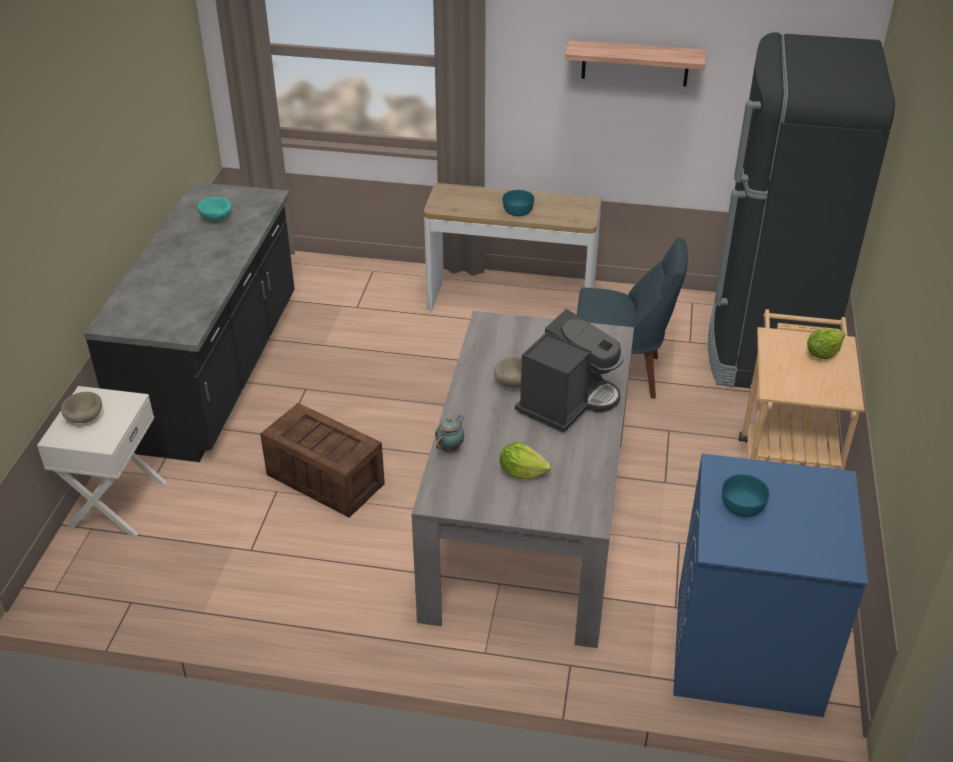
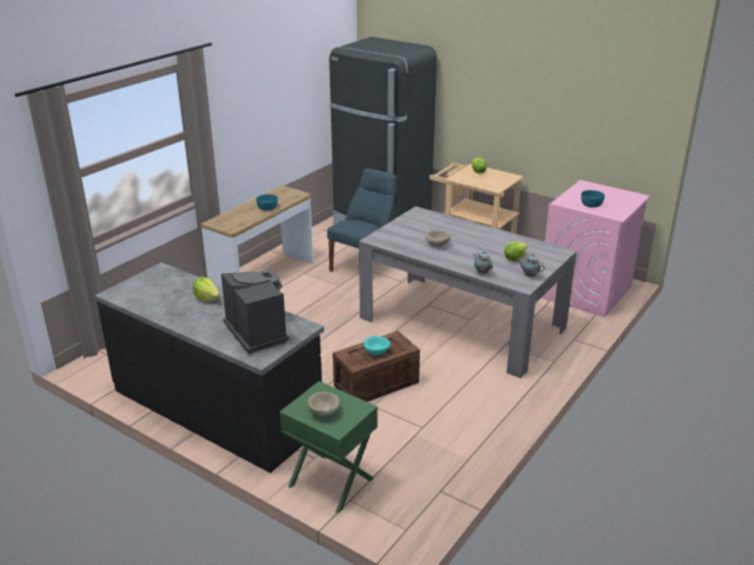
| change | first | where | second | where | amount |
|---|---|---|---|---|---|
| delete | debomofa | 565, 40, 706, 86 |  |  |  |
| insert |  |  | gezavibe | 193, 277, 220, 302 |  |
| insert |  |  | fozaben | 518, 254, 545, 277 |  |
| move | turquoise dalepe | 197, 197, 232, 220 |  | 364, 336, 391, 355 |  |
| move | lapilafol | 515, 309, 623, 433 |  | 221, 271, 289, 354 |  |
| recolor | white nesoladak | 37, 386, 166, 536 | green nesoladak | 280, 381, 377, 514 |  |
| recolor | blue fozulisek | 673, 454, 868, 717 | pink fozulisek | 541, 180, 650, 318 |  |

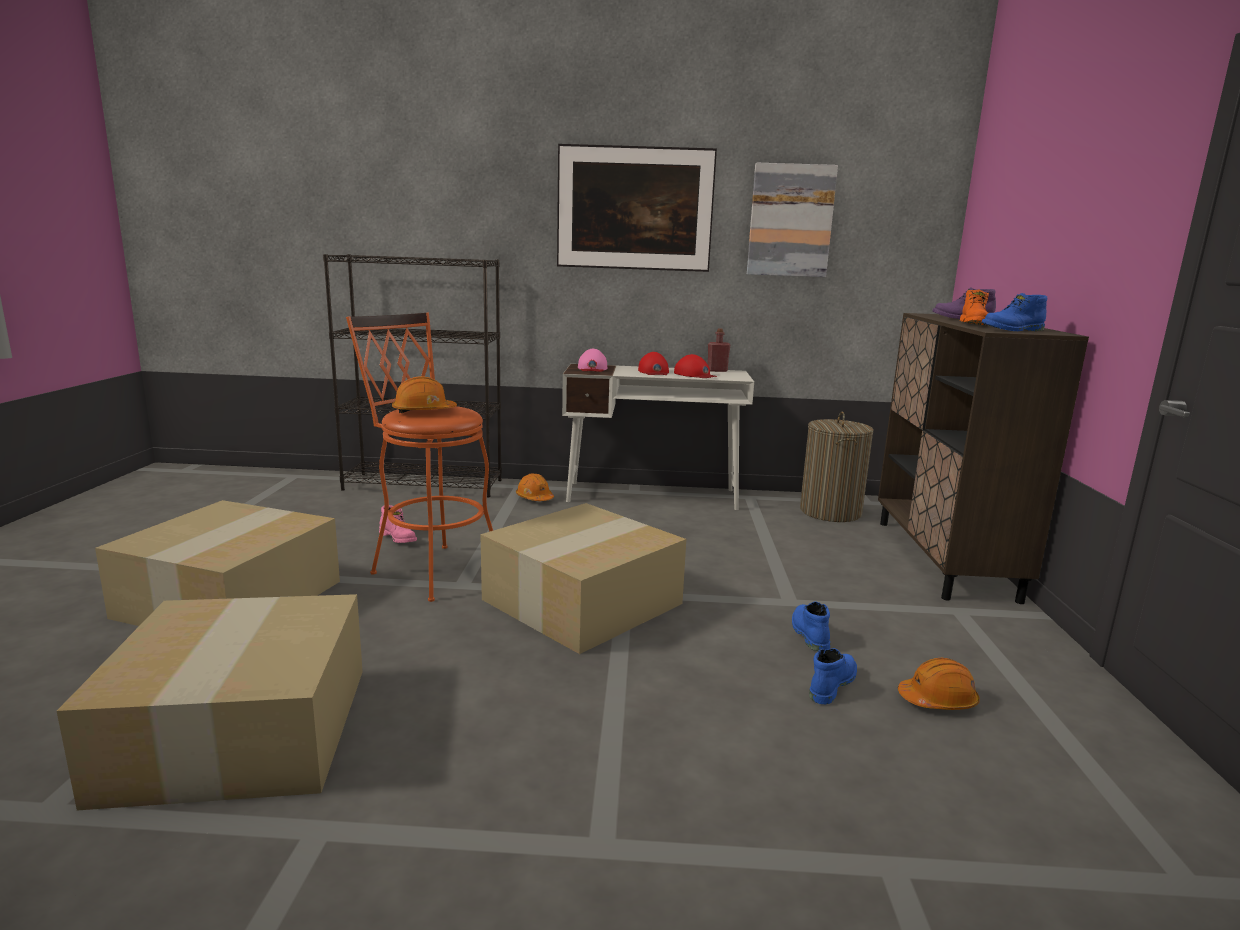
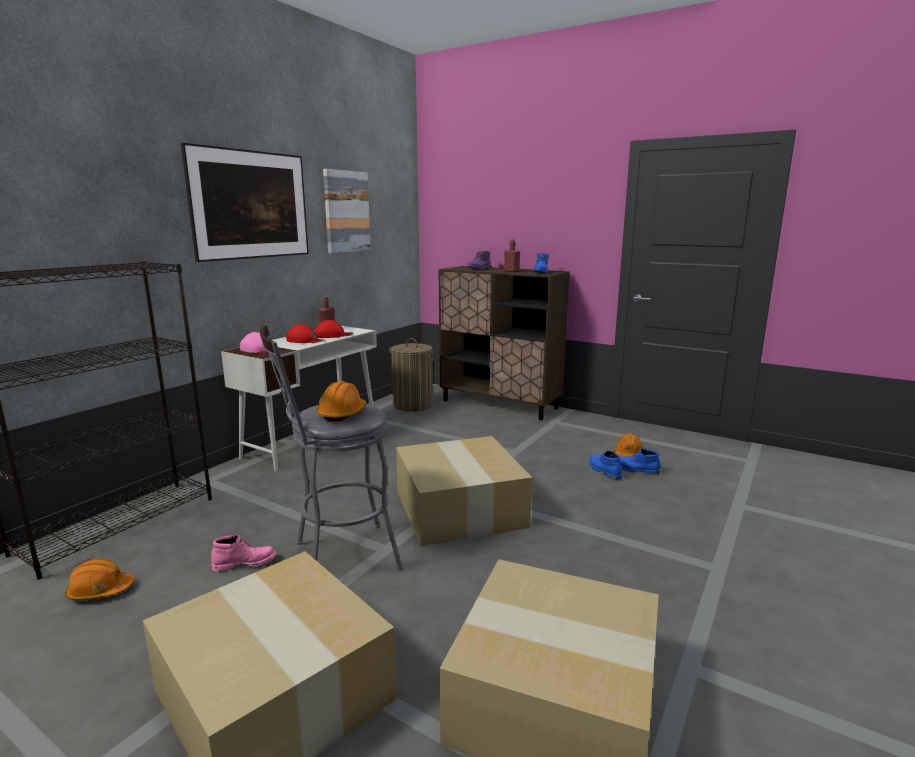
| change | first | where | second | where | amount |
|---|---|---|---|---|---|
| move | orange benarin | 516, 473, 554, 501 |  | 65, 559, 134, 600 |  |
| move | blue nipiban | 792, 601, 830, 651 |  | 620, 448, 660, 475 |  |
| replace | orange nipiban | 960, 290, 989, 326 | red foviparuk | 504, 240, 520, 272 |  |
| recolor | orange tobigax | 346, 312, 493, 602 | grey tobigax | 260, 324, 403, 571 |  |

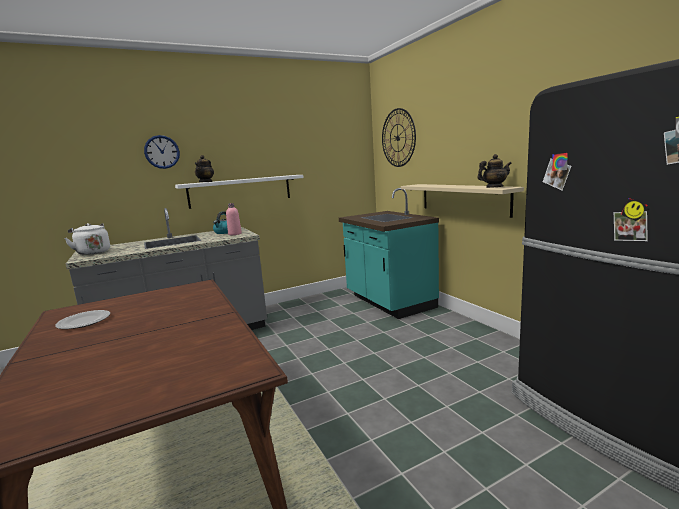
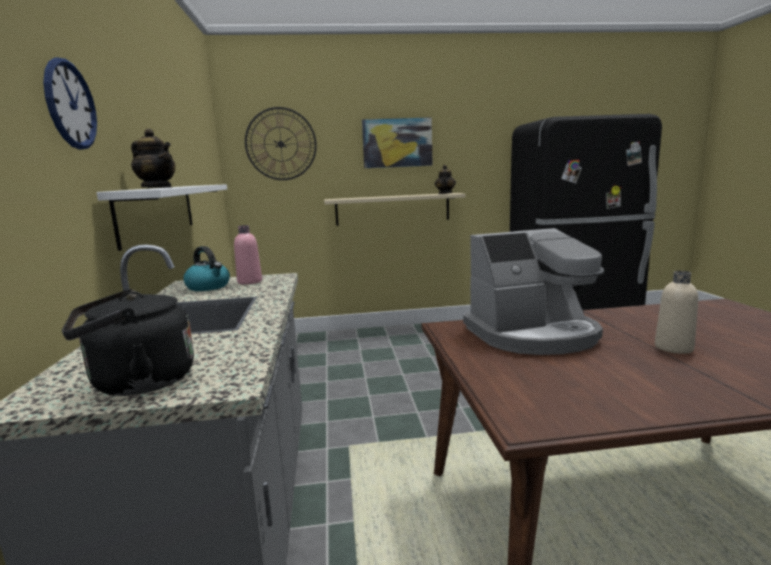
| change | first | where | second | where | amount |
|---|---|---|---|---|---|
| delete | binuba | 55, 310, 110, 329 |  |  |  |
| delete | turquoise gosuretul | 339, 188, 439, 319 |  |  |  |
| insert |  |  | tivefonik | 362, 117, 432, 168 |  |
| insert |  |  | lapilafol | 463, 228, 604, 355 |  |
| insert |  |  | beige foviparuk | 655, 271, 698, 354 |  |
| recolor | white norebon | 64, 223, 110, 255 | black norebon | 62, 289, 194, 396 |  |

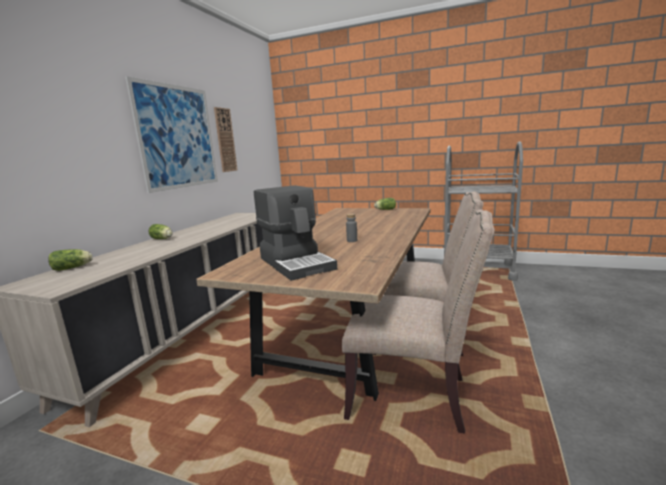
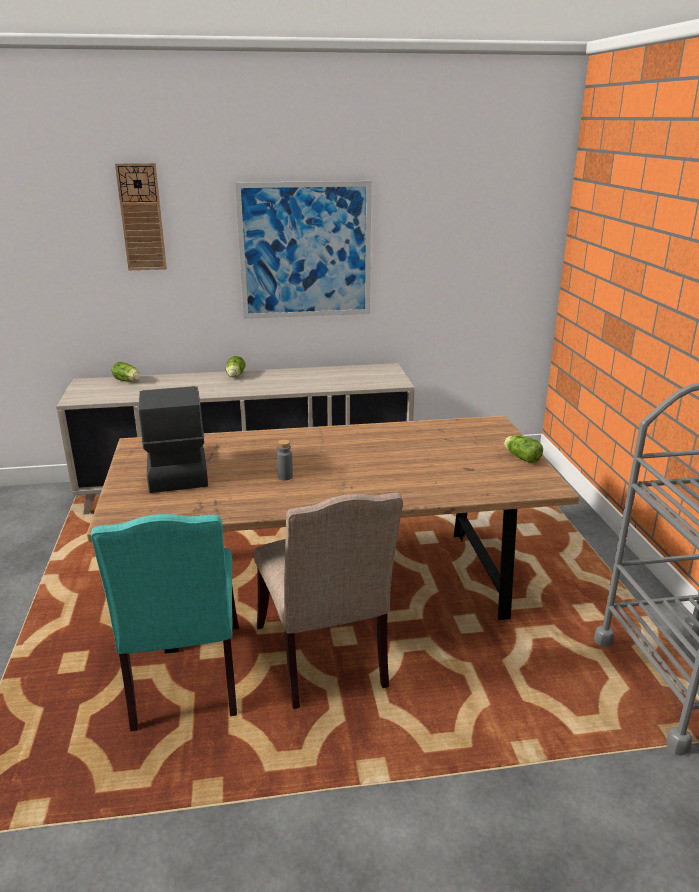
| change | first | where | second | where | amount |
|---|---|---|---|---|---|
| move | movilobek | 214, 107, 238, 172 |  | 115, 163, 167, 270 |  |
| recolor | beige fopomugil | 342, 209, 495, 434 | turquoise fopomugil | 91, 514, 239, 732 |  |
| rotate | lapilafol | 254, 185, 337, 281 |  | 138, 386, 208, 493 | 135 degrees clockwise |

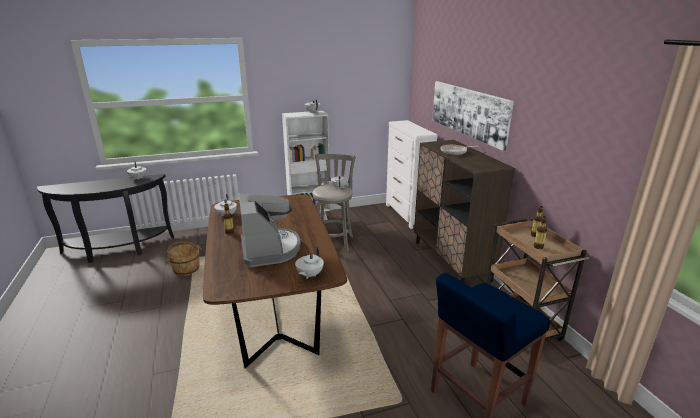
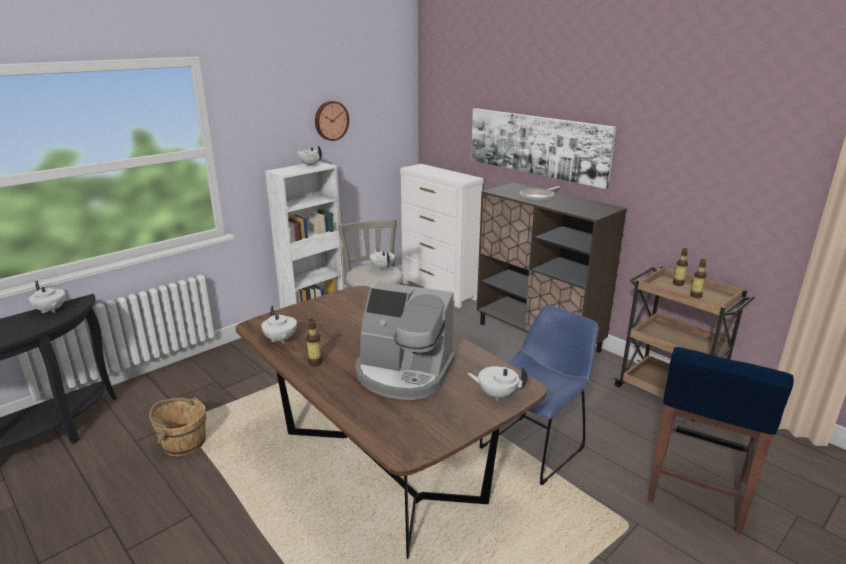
| change | first | where | second | where | amount |
|---|---|---|---|---|---|
| insert |  |  | movilobek | 315, 101, 349, 141 |  |
| insert |  |  | blue fopomugil | 479, 305, 599, 485 |  |
| rotate | lapilafol | 239, 193, 301, 267 |  | 355, 282, 455, 400 | 150 degrees clockwise |
| rotate | white fozaben | 295, 247, 324, 279 |  | 467, 366, 528, 400 | 105 degrees clockwise |

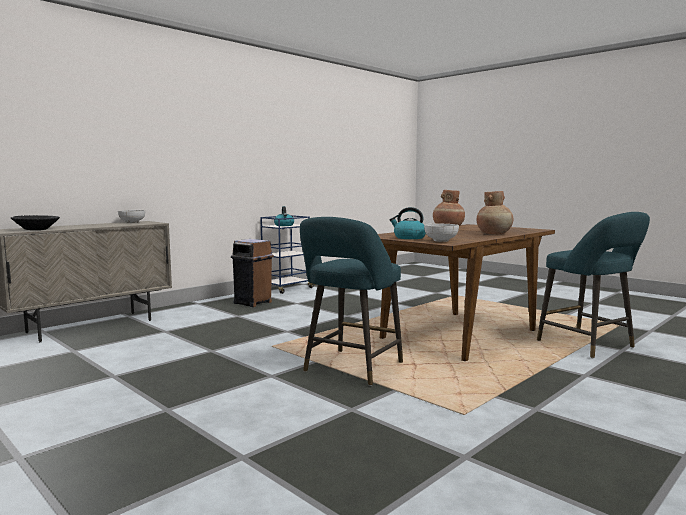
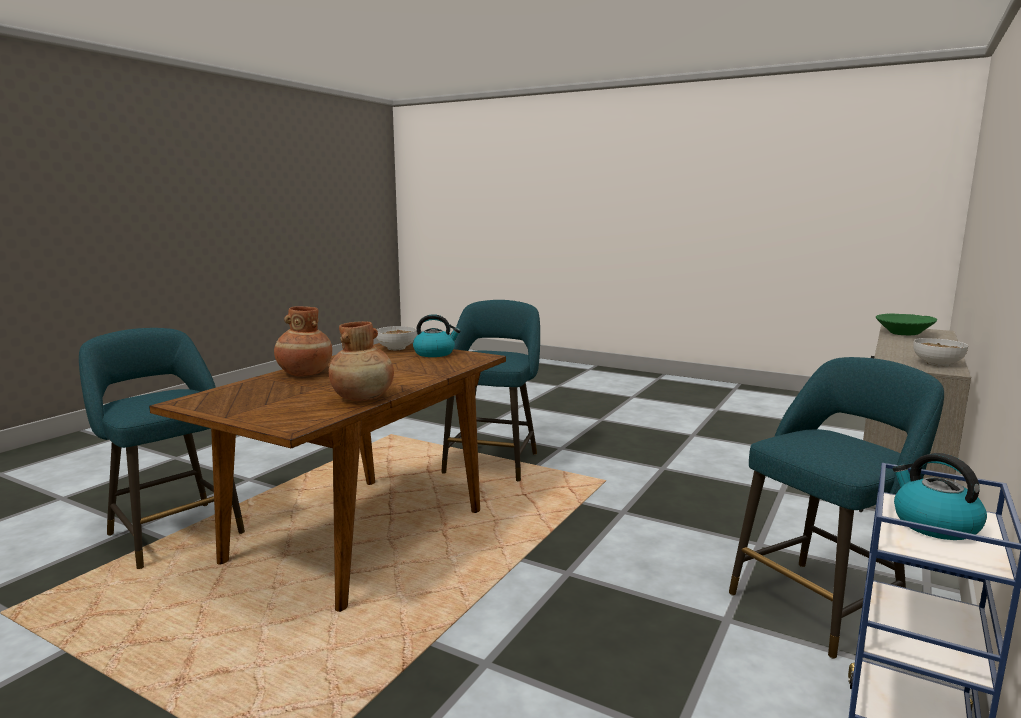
| change | first | where | second | where | amount |
|---|---|---|---|---|---|
| replace | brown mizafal | 231, 239, 274, 307 | turquoise tobigax | 729, 357, 944, 659 |  |
| recolor | black dalepe | 11, 215, 60, 230 | green dalepe | 876, 314, 937, 335 |  |

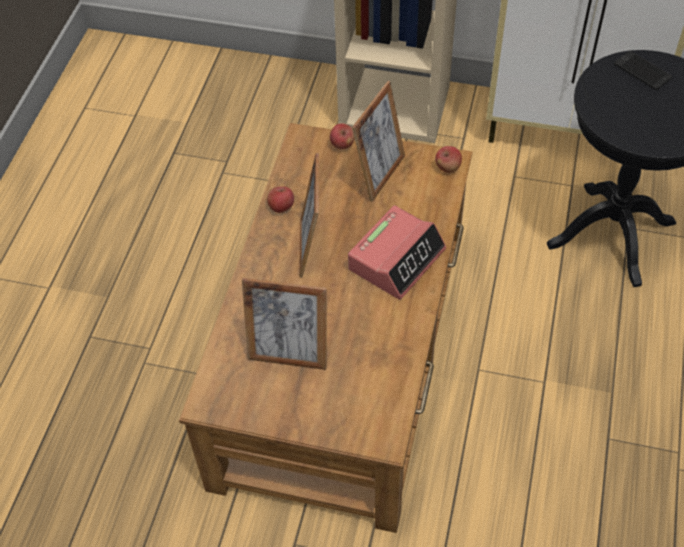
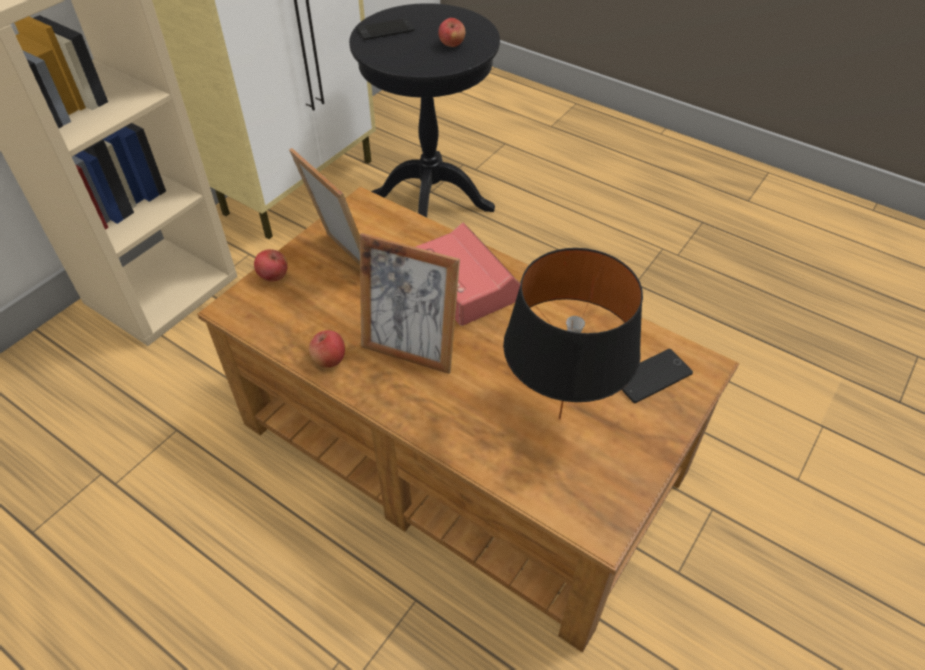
| change | first | where | second | where | amount |
|---|---|---|---|---|---|
| insert |  |  | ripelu | 622, 349, 693, 403 |  |
| move | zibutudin | 435, 146, 462, 173 |  | 438, 18, 465, 47 |  |
| replace | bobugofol | 242, 278, 327, 370 | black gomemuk | 503, 248, 643, 420 |  |

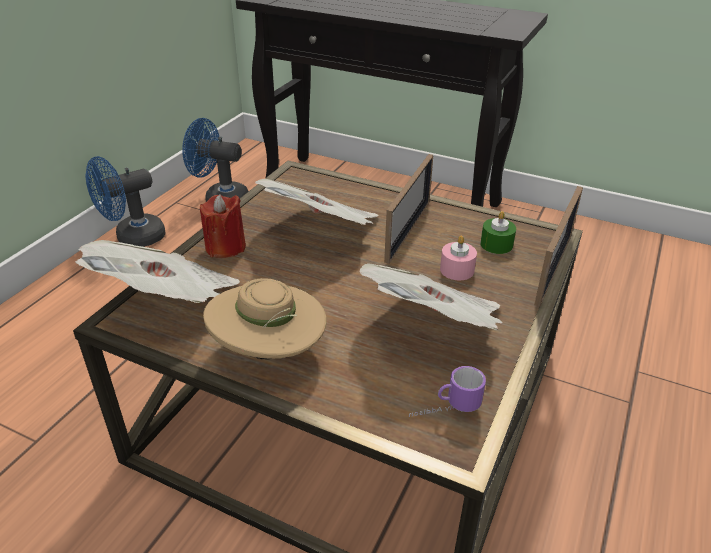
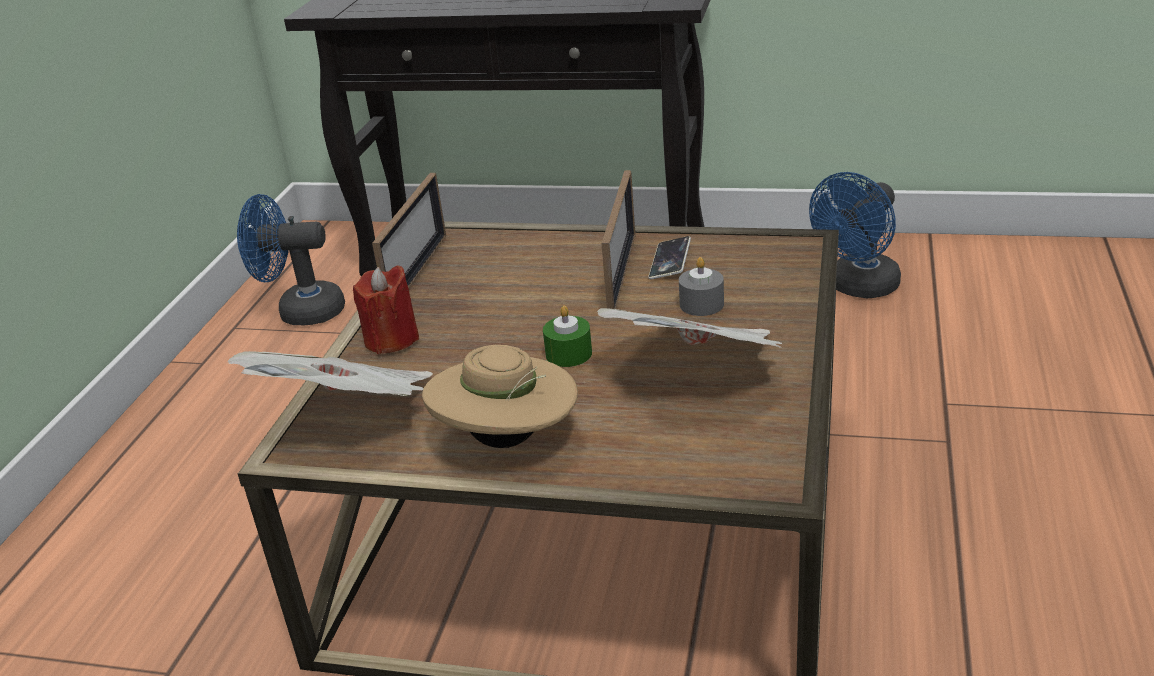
| change | first | where | second | where | amount |
|---|---|---|---|---|---|
| delete | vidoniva | 255, 179, 379, 225 |  |  |  |
| delete | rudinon | 409, 366, 486, 417 |  |  |  |
| insert |  |  | ripelu | 648, 236, 691, 280 |  |
| move | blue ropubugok | 86, 156, 166, 247 |  | 809, 172, 901, 298 |  |
| move | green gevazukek | 480, 211, 516, 254 |  | 543, 306, 592, 367 |  |
| move | bobugofol | 534, 186, 583, 307 |  | 372, 173, 446, 288 |  |
| recolor | pink gevazukek | 440, 235, 477, 280 | grey gevazukek | 679, 257, 724, 316 |  |

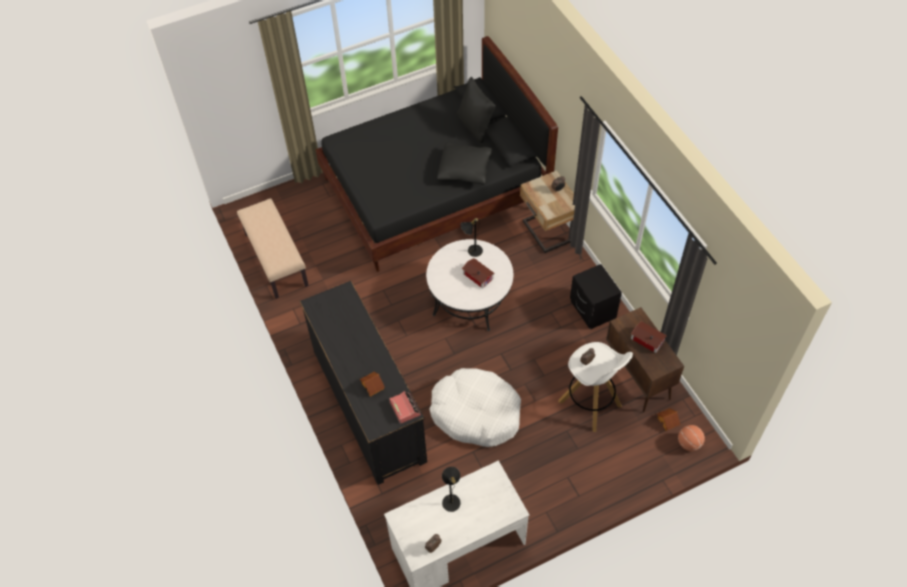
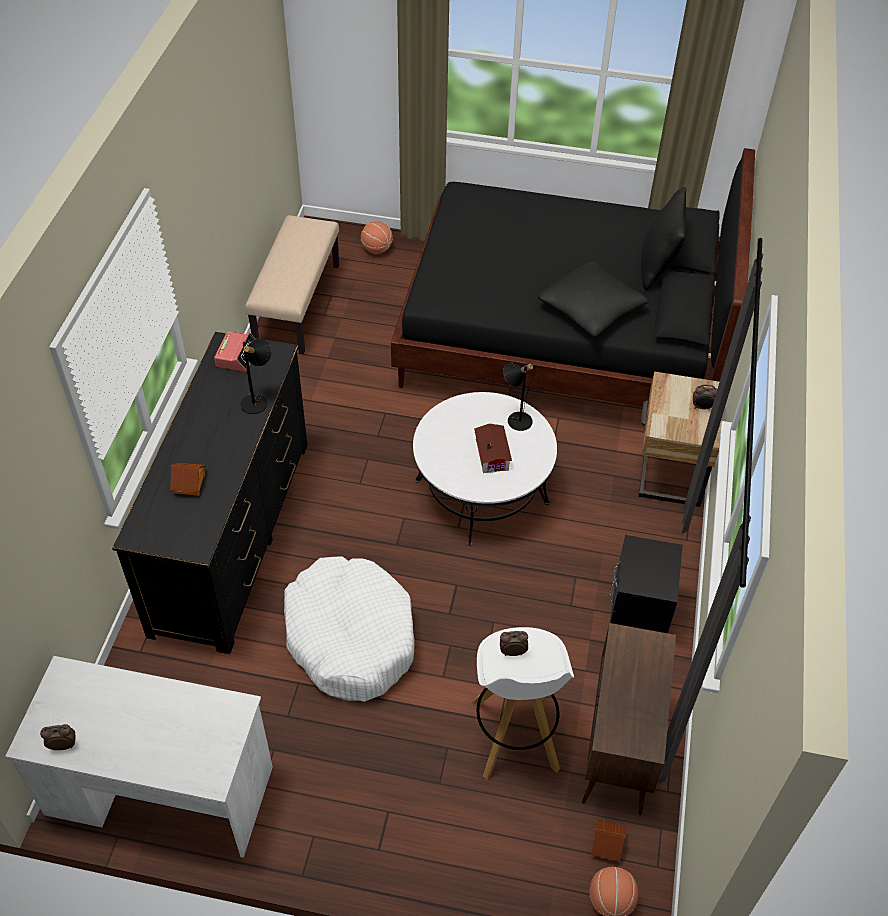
| change | first | where | second | where | amount |
|---|---|---|---|---|---|
| delete | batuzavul | 631, 321, 667, 353 |  |  |  |
| insert |  |  | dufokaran | 361, 221, 393, 254 |  |
| move | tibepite | 389, 391, 421, 424 |  | 214, 331, 255, 372 |  |
| move | black gomemuk | 442, 467, 461, 512 |  | 240, 339, 272, 414 |  |

